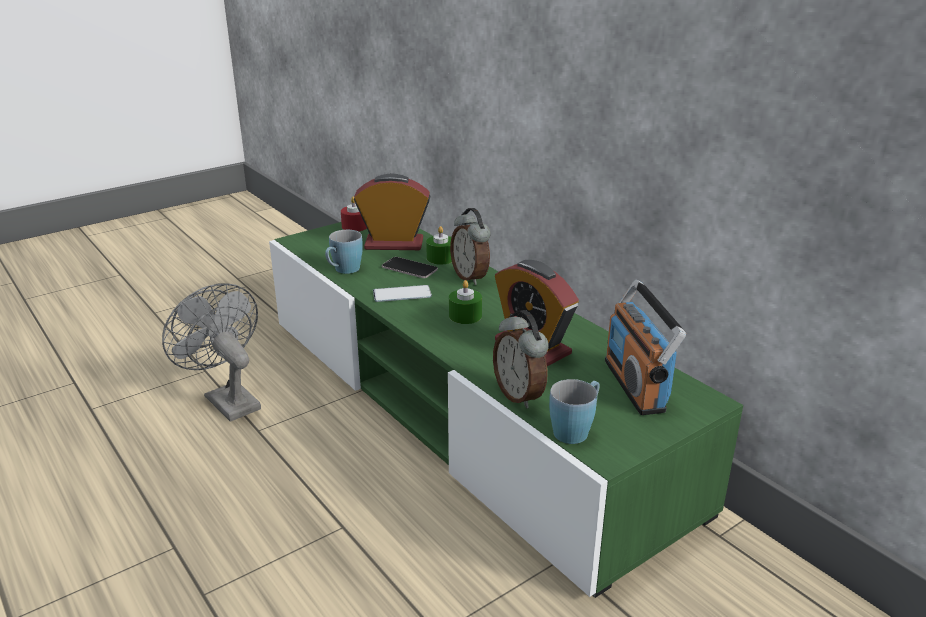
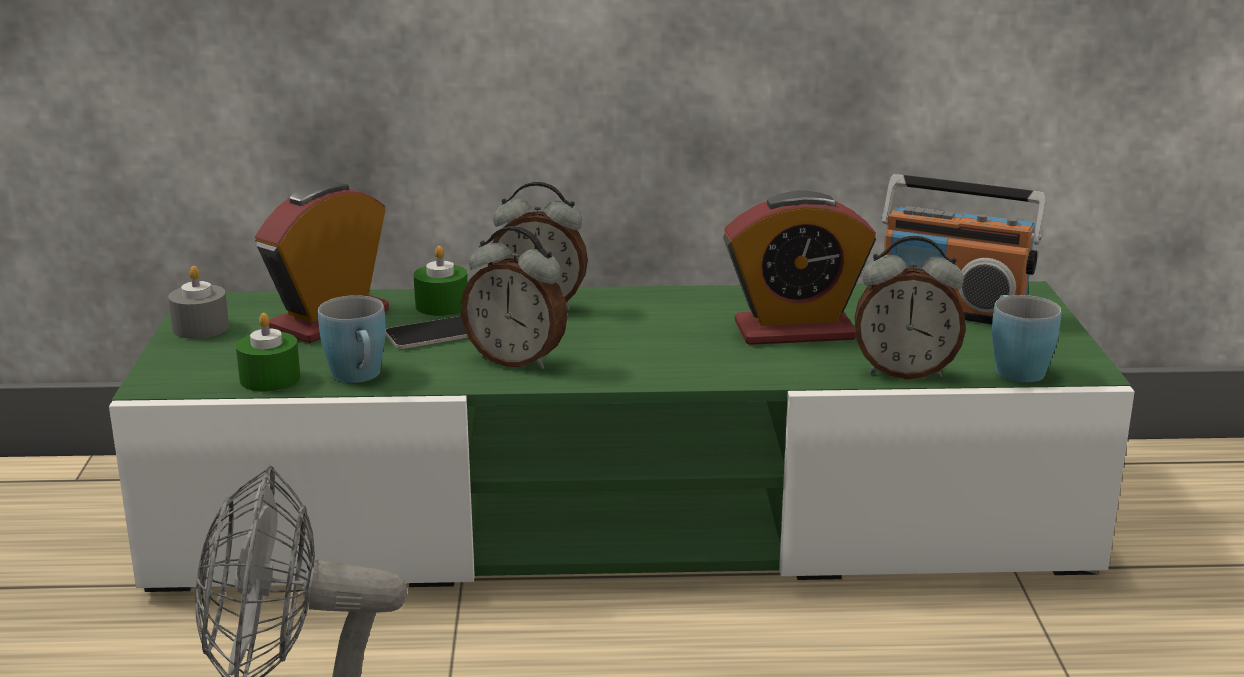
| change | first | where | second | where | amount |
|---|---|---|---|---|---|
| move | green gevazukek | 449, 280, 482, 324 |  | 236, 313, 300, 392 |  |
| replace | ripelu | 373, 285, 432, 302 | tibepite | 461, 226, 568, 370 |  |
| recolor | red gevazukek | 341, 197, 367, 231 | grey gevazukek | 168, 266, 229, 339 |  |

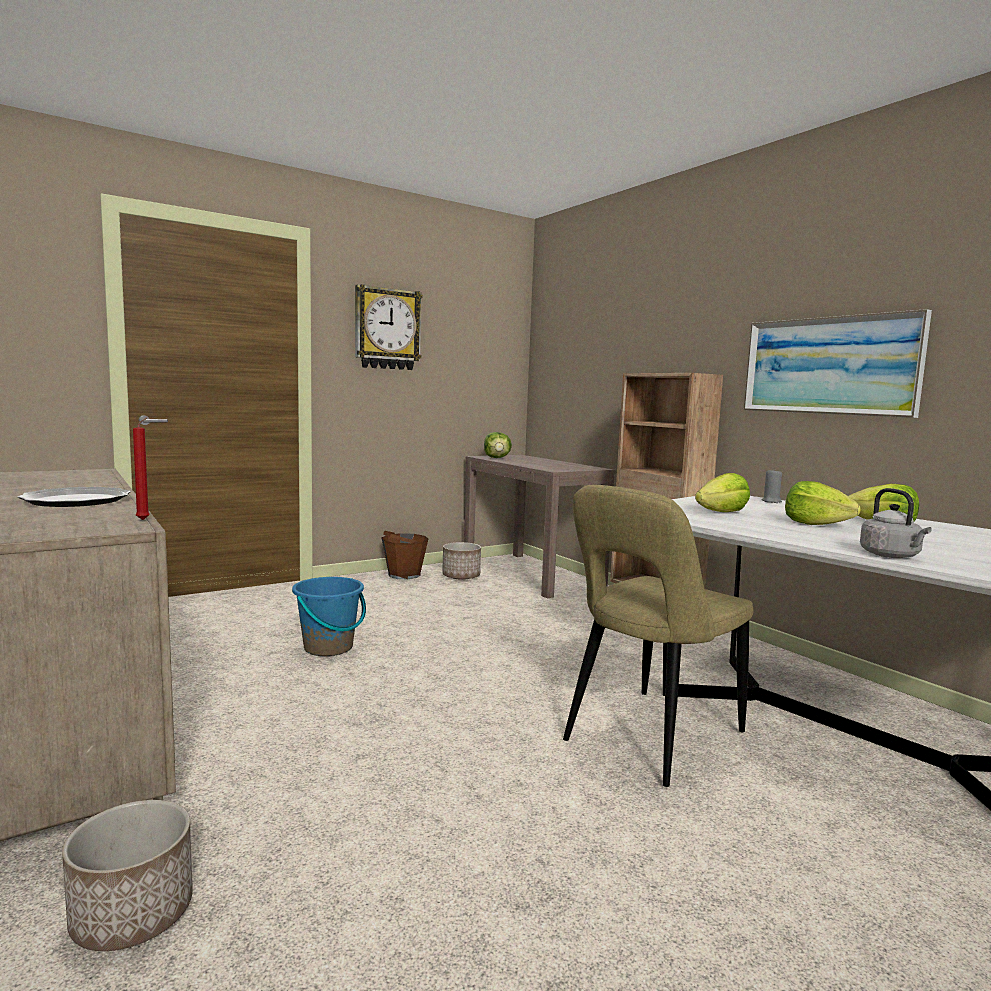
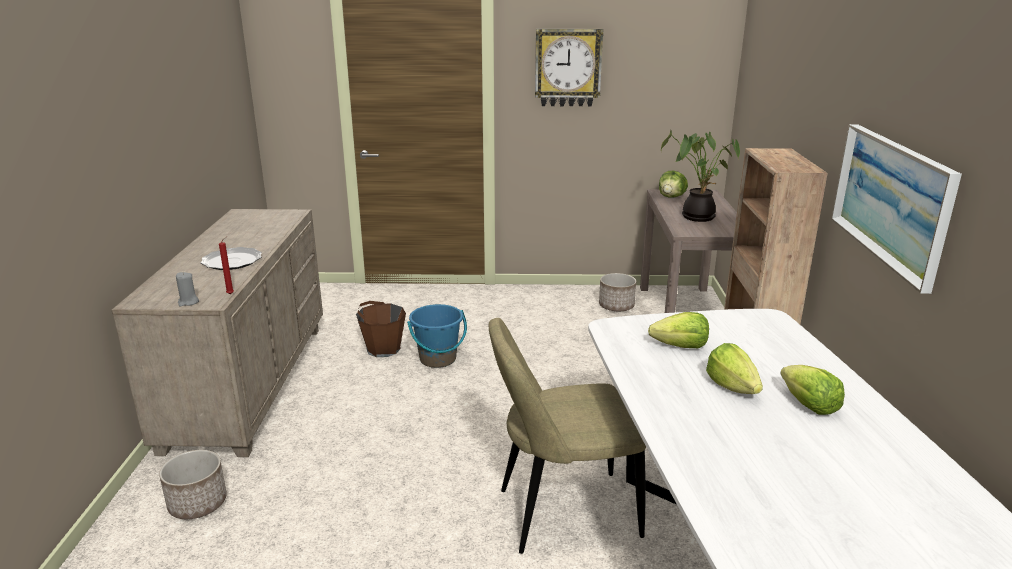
| change | first | where | second | where | amount |
|---|---|---|---|---|---|
| delete | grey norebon | 860, 488, 932, 558 |  |  |  |
| insert |  |  | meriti | 661, 129, 740, 222 |  |
| move | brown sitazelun | 381, 531, 428, 579 |  | 356, 301, 406, 357 |  |
| move | grey gevazukek | 761, 468, 782, 503 |  | 176, 272, 199, 306 |  |

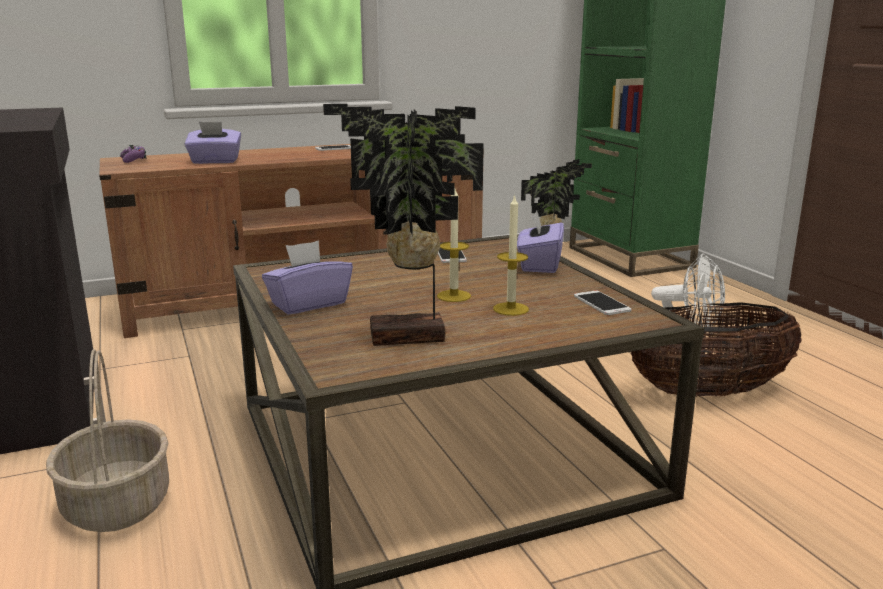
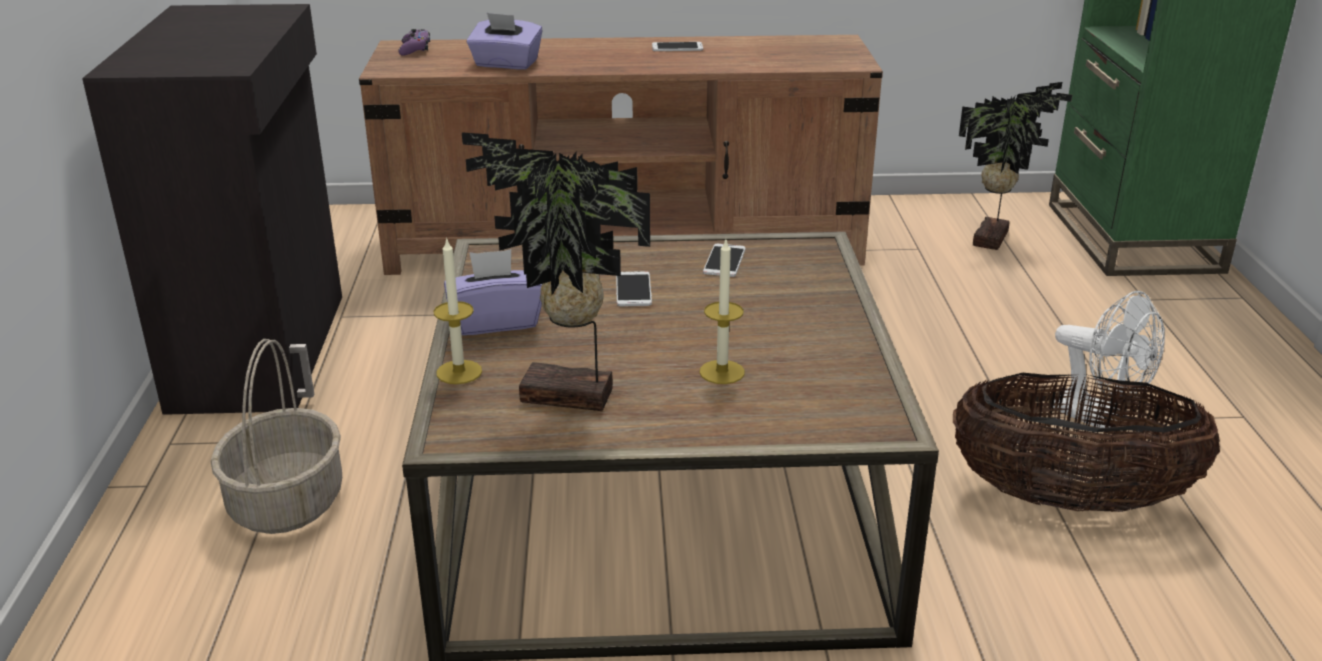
| change | first | where | second | where | amount |
|---|---|---|---|---|---|
| delete | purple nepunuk | 517, 210, 564, 273 |  |  |  |
| move | gevazukek | 437, 189, 471, 302 |  | 434, 237, 482, 384 |  |
| move | ripelu | 574, 291, 631, 315 |  | 616, 271, 652, 306 |  |

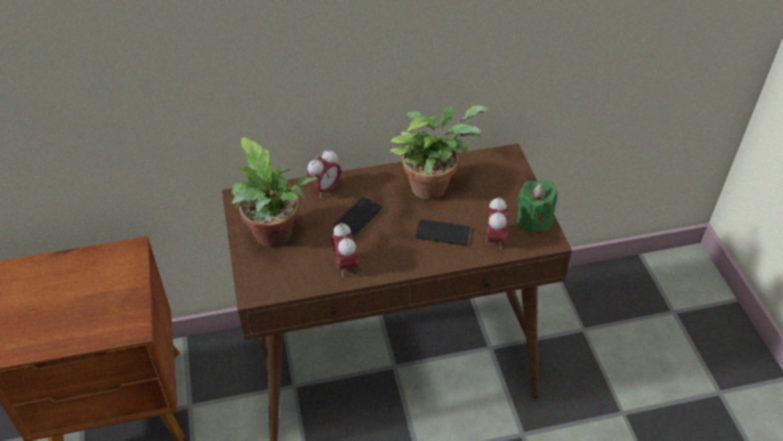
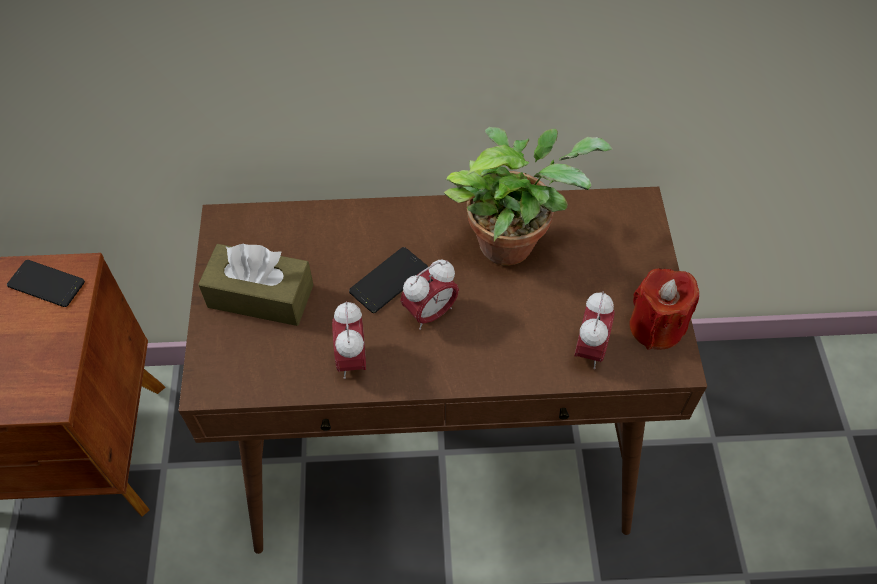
| change | first | where | second | where | amount |
|---|---|---|---|---|---|
| move | tibepite | 307, 149, 341, 198 |  | 400, 260, 459, 330 |  |
| move | ripelu | 416, 219, 470, 245 |  | 7, 260, 85, 307 |  |
| replace | meriti | 232, 137, 318, 247 | brown nepunuk | 198, 243, 313, 326 |  |
| recolor | green gevazukek | 517, 180, 557, 235 | red gevazukek | 629, 268, 699, 350 |  |

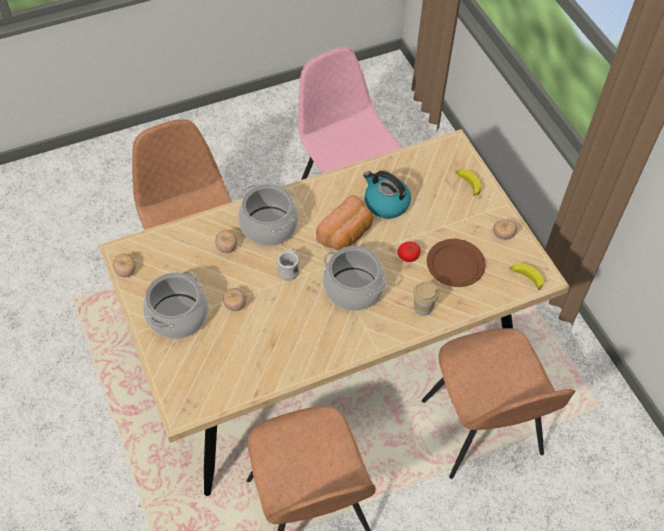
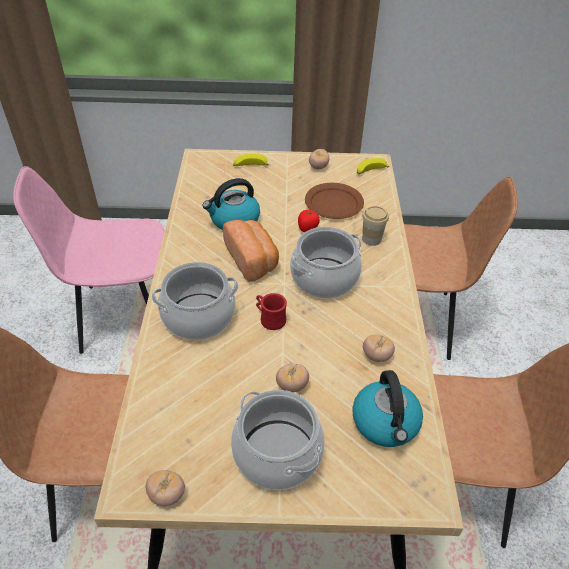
| change | first | where | second | where | amount |
|---|---|---|---|---|---|
| insert |  |  | norebon | 352, 370, 423, 447 |  |
| move | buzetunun | 215, 230, 237, 253 |  | 363, 334, 395, 362 |  |
| recolor | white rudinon | 278, 248, 299, 280 | red rudinon | 256, 293, 287, 330 |  |

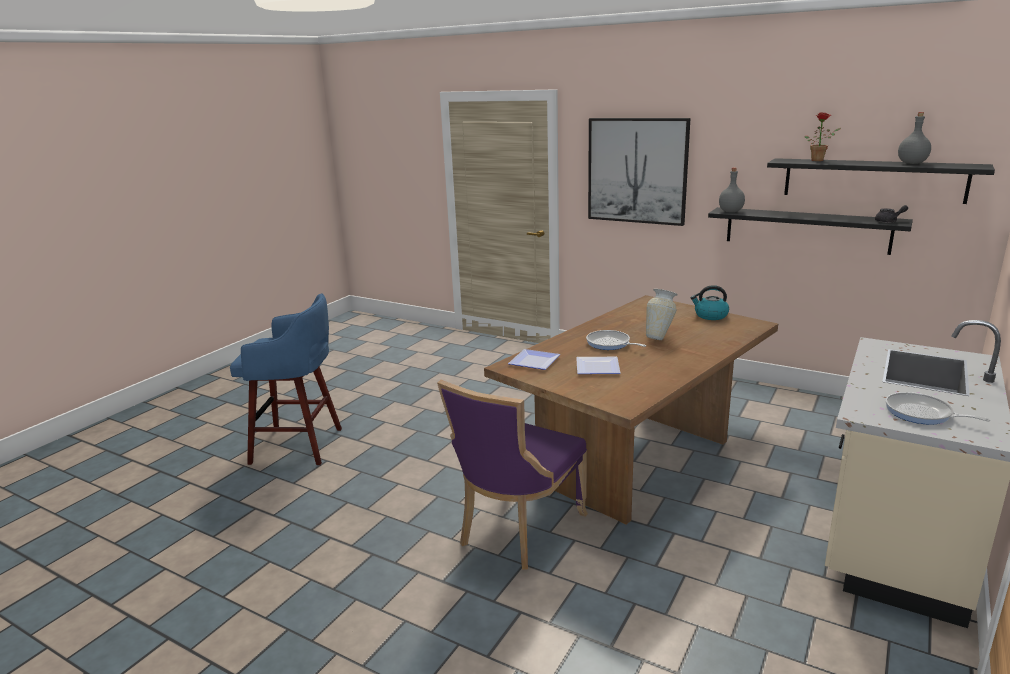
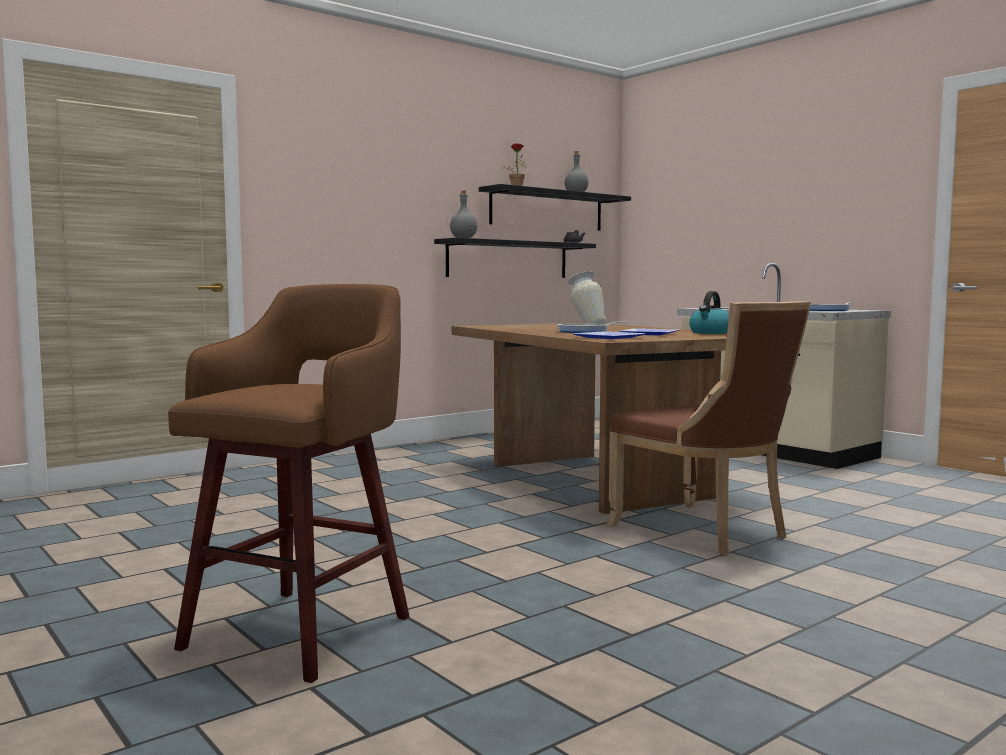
| change | first | where | second | where | amount |
|---|---|---|---|---|---|
| delete | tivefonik | 588, 118, 691, 226 |  |  |  |
| move | norebon | 690, 285, 729, 320 |  | 689, 291, 729, 334 |  |
| recolor | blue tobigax | 230, 293, 342, 465 | brown tobigax | 168, 284, 410, 683 |  |
| recolor | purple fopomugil | 437, 380, 588, 570 | brown fopomugil | 607, 301, 811, 556 |  |

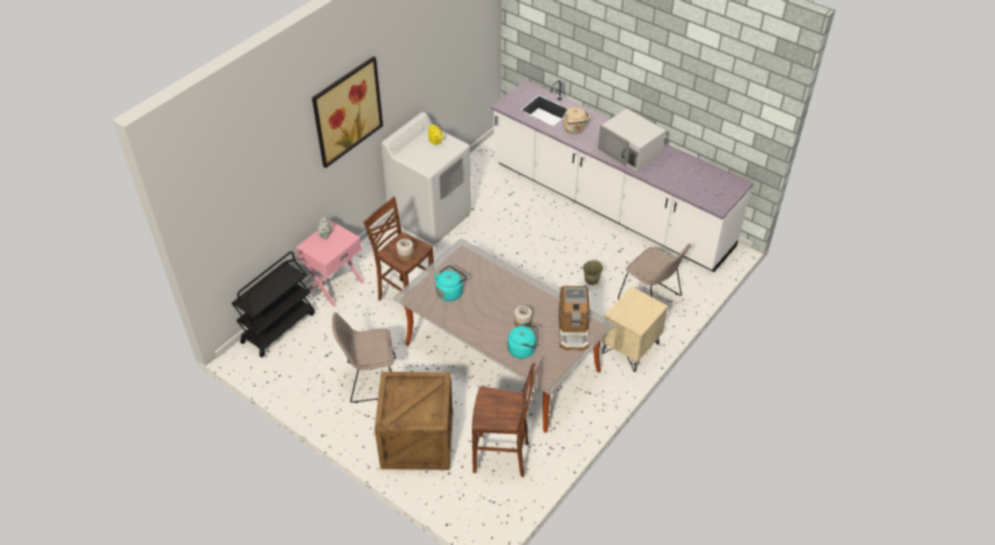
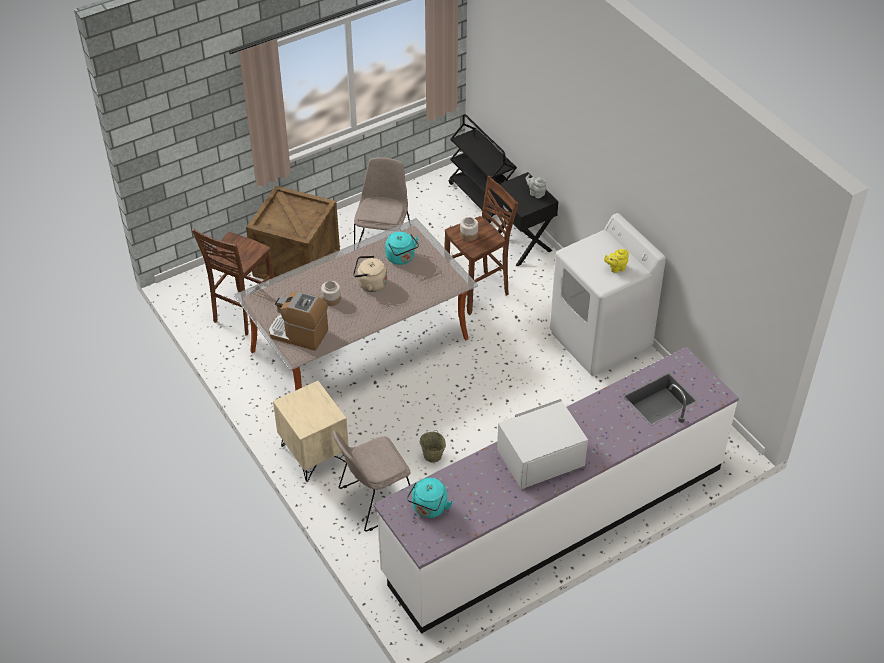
| change | first | where | second | where | amount |
|---|---|---|---|---|---|
| delete | tivefonik | 312, 56, 383, 168 |  |  |  |
| move | turquoise norebon | 508, 323, 539, 359 |  | 407, 478, 453, 518 |  |
| move | beige norebon | 563, 107, 592, 134 |  | 353, 256, 387, 292 |  |
| recolor | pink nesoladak | 296, 220, 364, 307 | black nesoladak | 491, 172, 558, 266 |  |

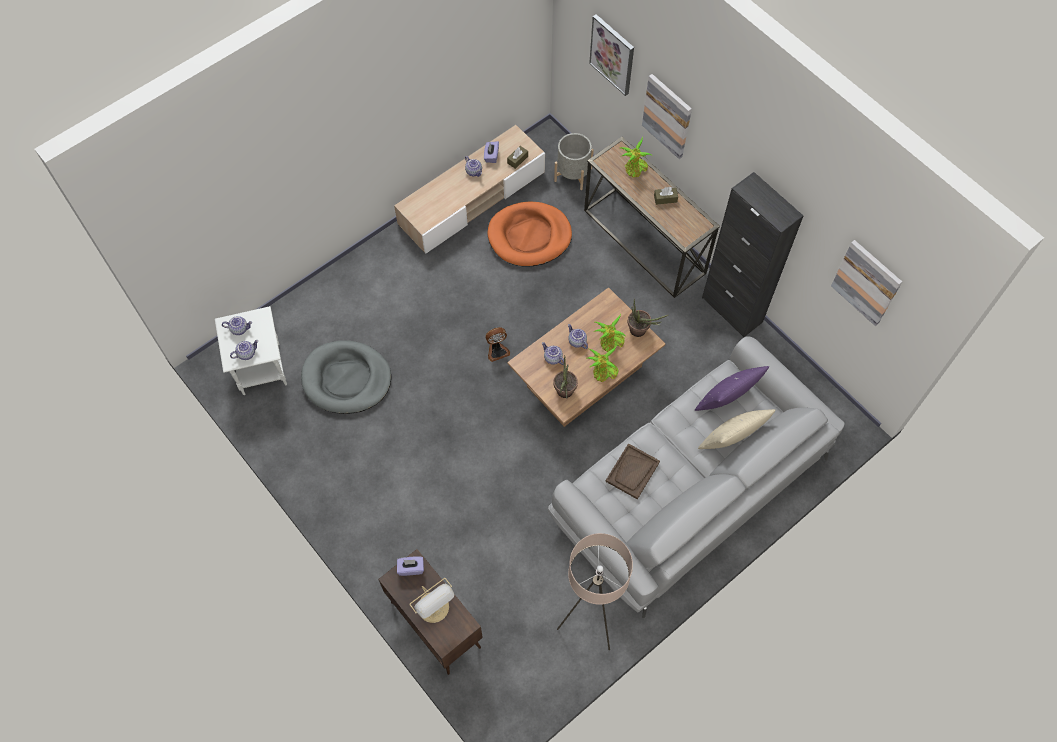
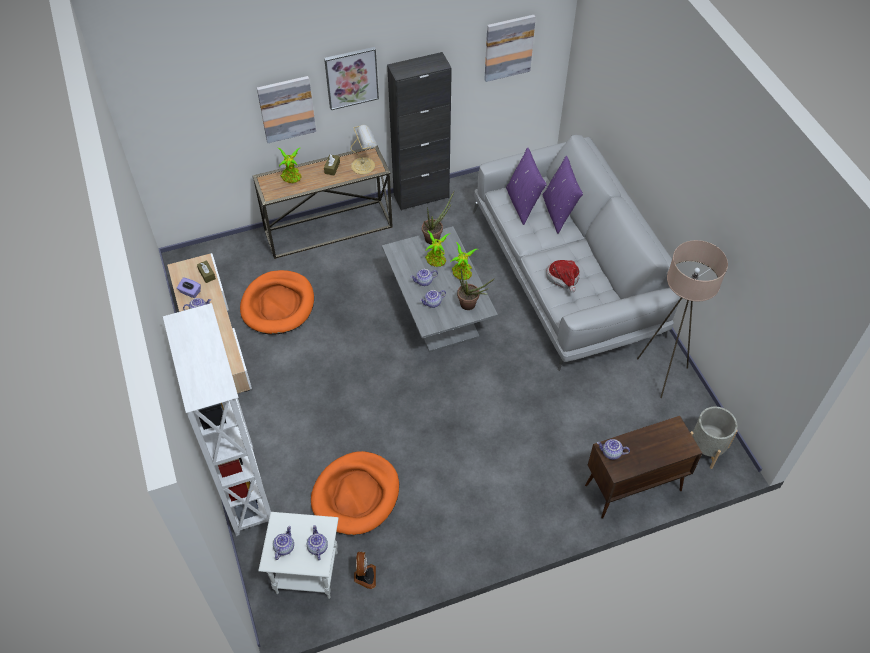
| change | first | where | second | where | amount |
|---|---|---|---|---|---|
| insert |  |  | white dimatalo | 163, 303, 271, 536 |  |
| move | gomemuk | 409, 578, 454, 623 |  | 350, 125, 377, 174 |  |
| move | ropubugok | 485, 327, 510, 362 |  | 354, 552, 376, 589 |  |
| move | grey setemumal | 554, 133, 594, 190 |  | 690, 407, 738, 469 |  |
| move | tivefonik | 589, 14, 634, 96 |  | 324, 47, 379, 110 |  |
| replace | purple nepunuk | 397, 556, 424, 576 | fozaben | 597, 439, 630, 460 |  |
| replace | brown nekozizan | 605, 443, 660, 499 | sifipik | 546, 260, 580, 292 |  |
| recolor | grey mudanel | 301, 341, 391, 414 | orange mudanel | 311, 451, 399, 535 |  |
| recolor | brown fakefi | 507, 287, 665, 427 | grey fakefi | 382, 226, 498, 352 |  |
| recolor | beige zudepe | 698, 409, 776, 449 | purple zudepe | 543, 156, 583, 233 |  |

